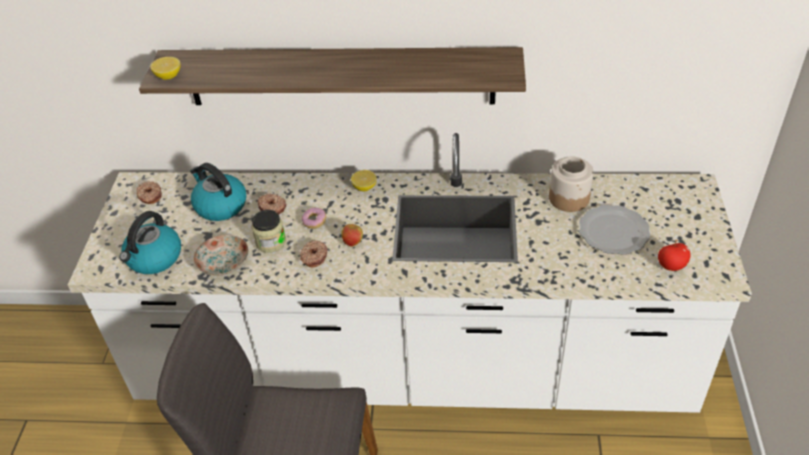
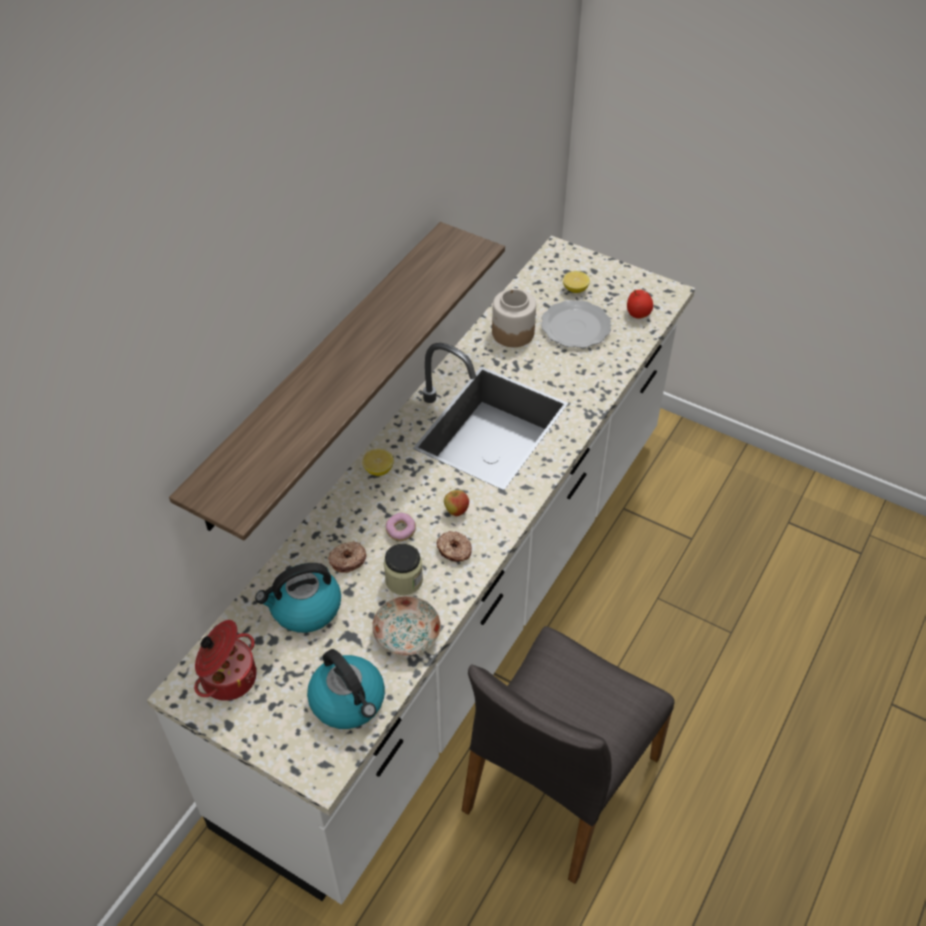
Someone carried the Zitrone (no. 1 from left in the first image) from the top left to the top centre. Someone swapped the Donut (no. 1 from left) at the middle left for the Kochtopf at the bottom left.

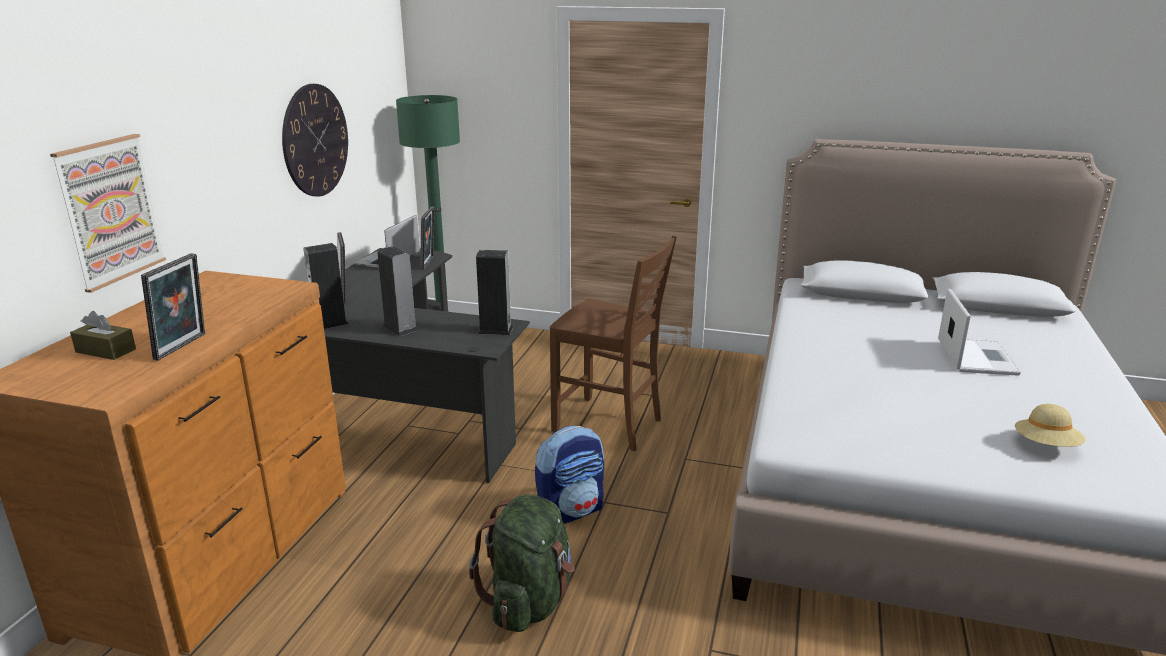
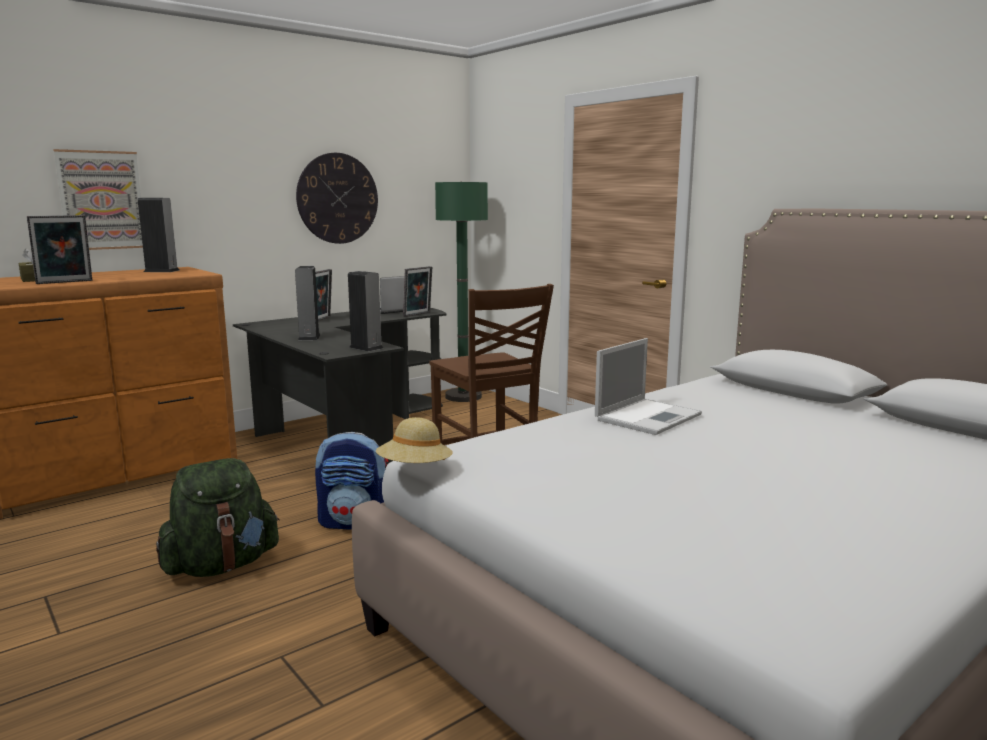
Someone carried the Lautsprecher (no. 1 from left) from the middle left to the top left. Someone carried the Laptop (no. 2 from left) from the middle right to the centre. Someone carried the Hut/beige from the middle right to the centre.

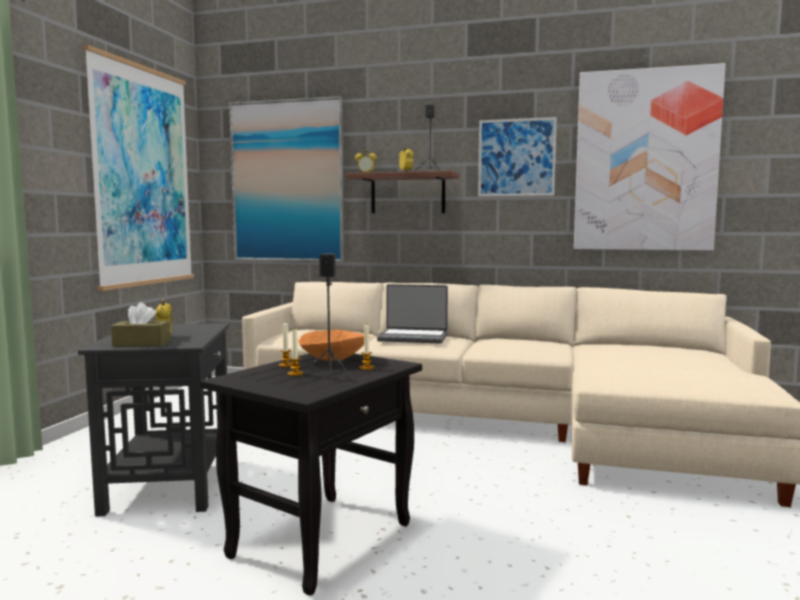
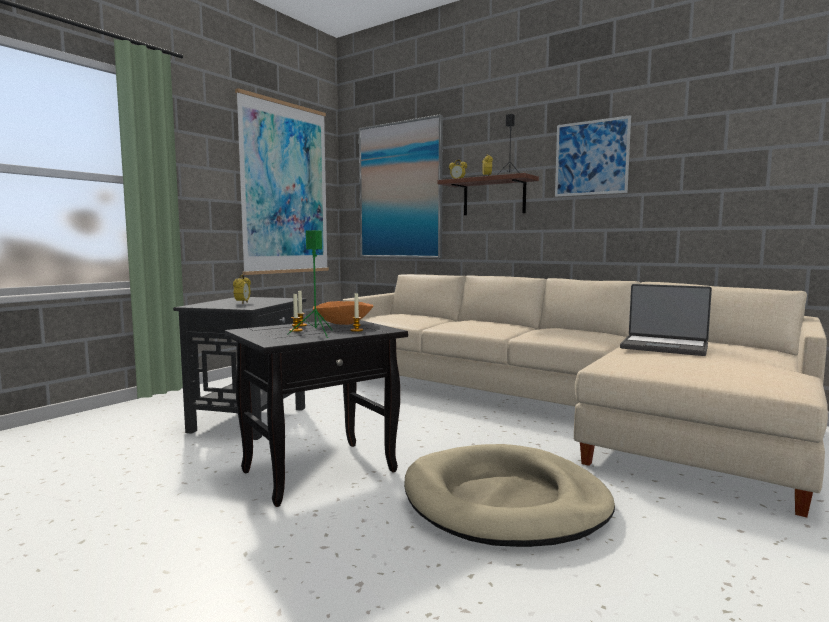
Someone took away the Taschentuchbox/braun at the middle left. Someone took away the Bild (no. 4 from left) at the top right. Someone put down the Hundebett/beige at the bottom centre. Someone carried the Laptop from the centre to the middle right. Someone repainted the Lautsprecher/schwarz (no. 1 from left) at the centre, which became the Lautsprecher/grün at the centre.

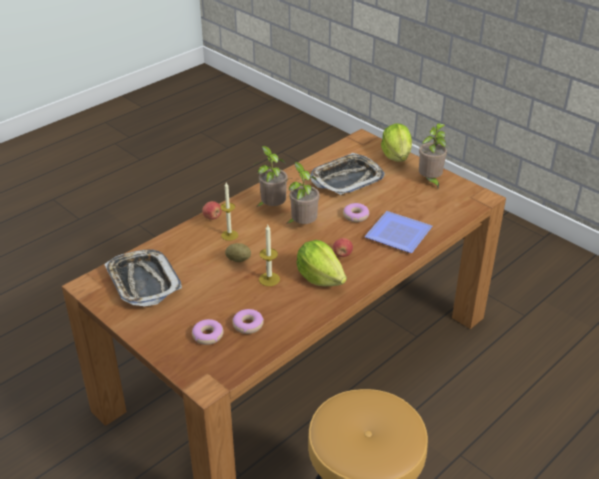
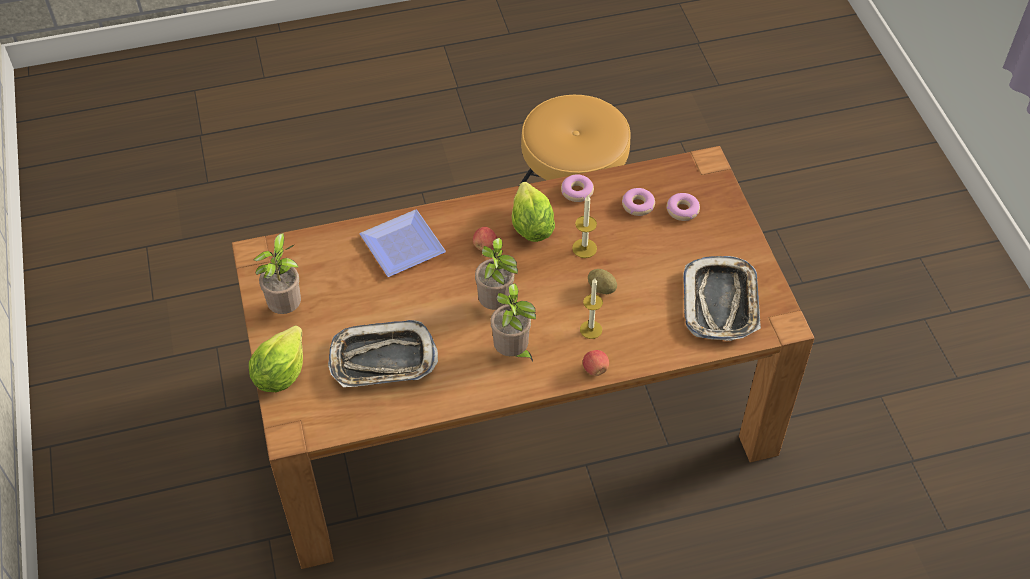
Someone carried the Donut (no. 3 from left in the first image) from the centre to the top centre.

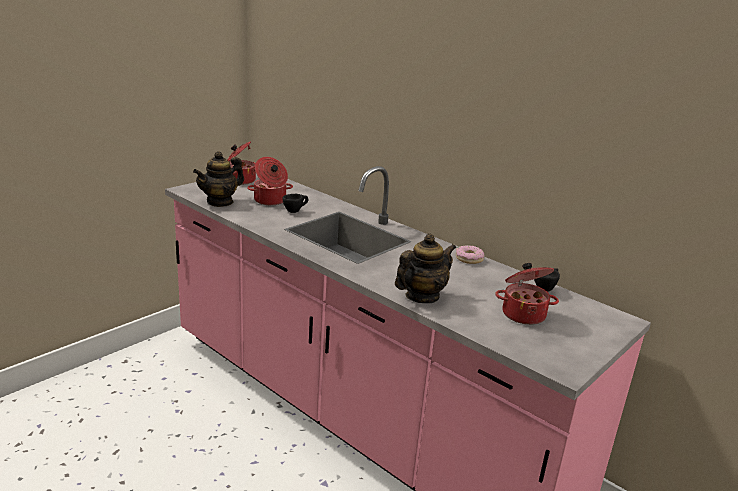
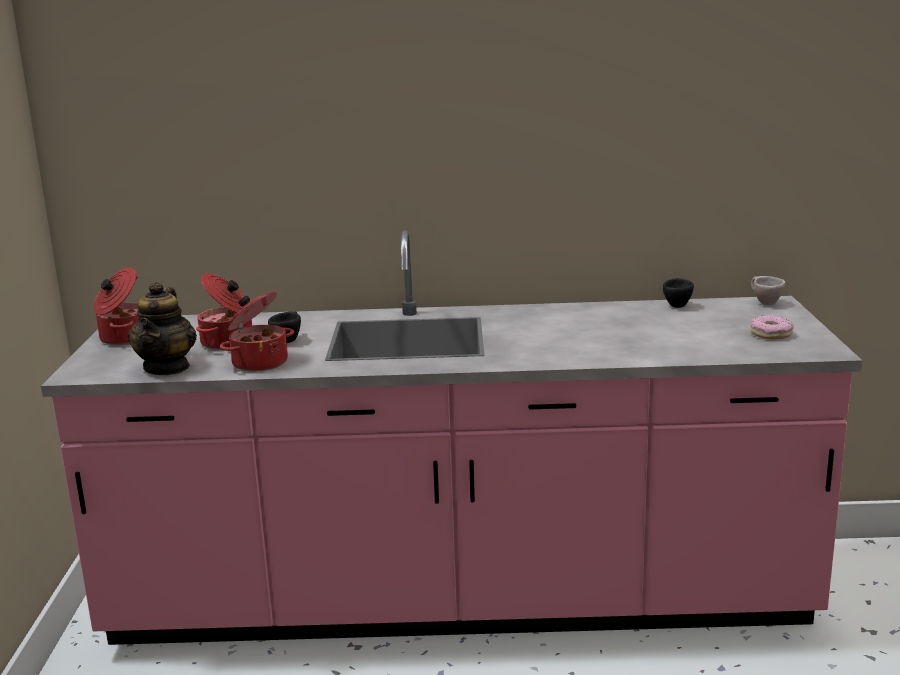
Someone took away the Teekanne (no. 2 from left) at the centre. Someone put down the Tasse/beige at the middle right. Someone carried the Donut from the centre to the middle right. Someone carried the Kochtopf (no. 3 from left) from the middle right to the middle left.

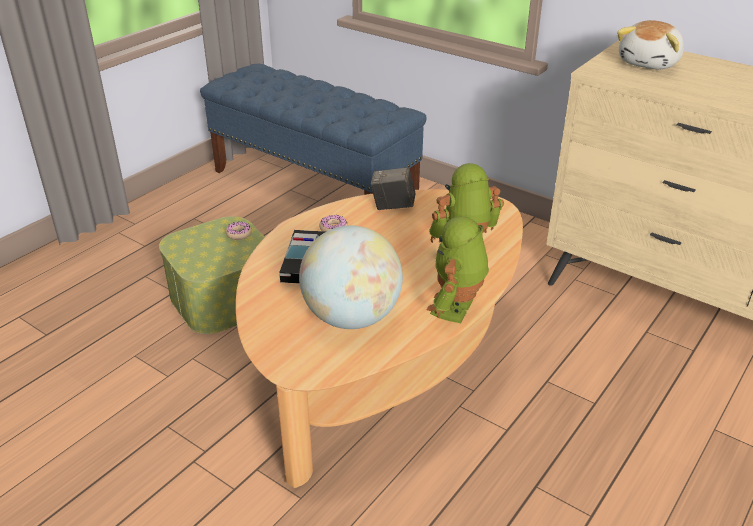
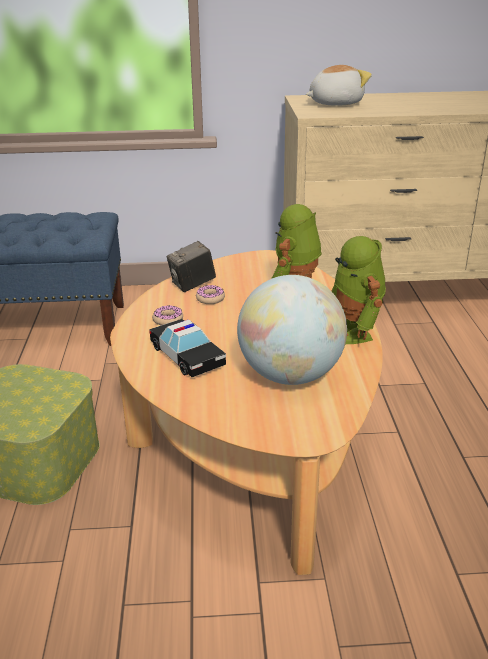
Someone carried the Donut (no. 1 from left in the first image) from the middle left to the centre. Someone rotated the Plüschtier at the top right by 105 degrees counterclockwise.

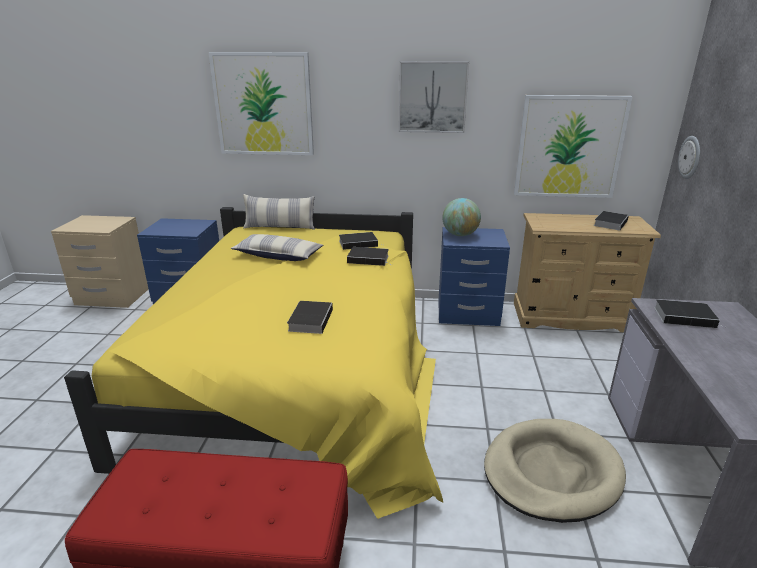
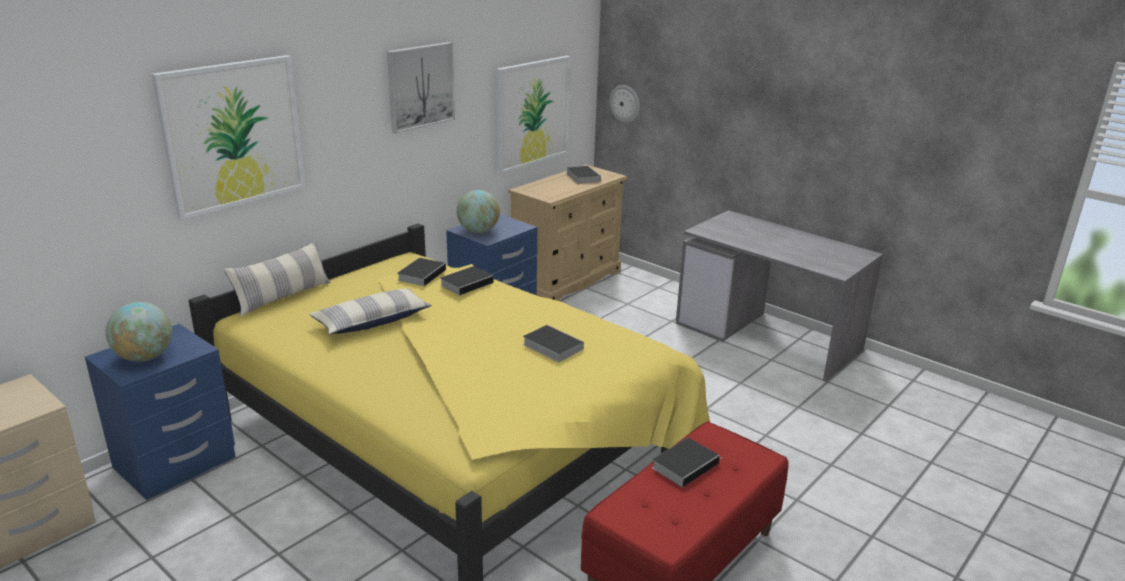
Someone took away the Hundebett/beige at the bottom right. Someone put down the Globus (no. 1 from left) at the middle left. Someone carried the Buch (no. 5 from left) from the middle right to the bottom centre.

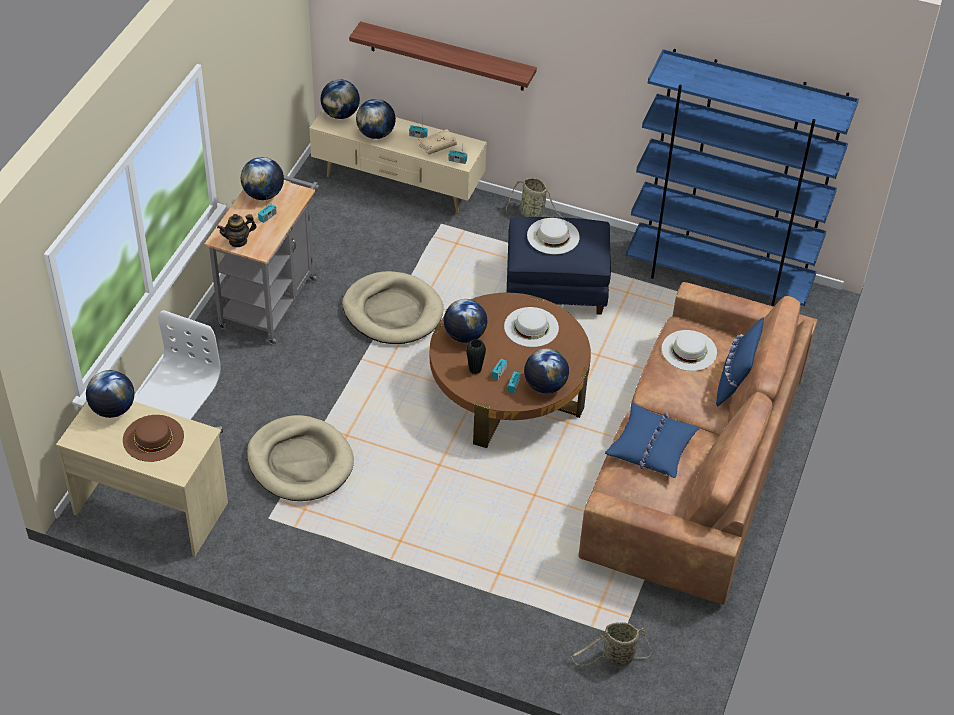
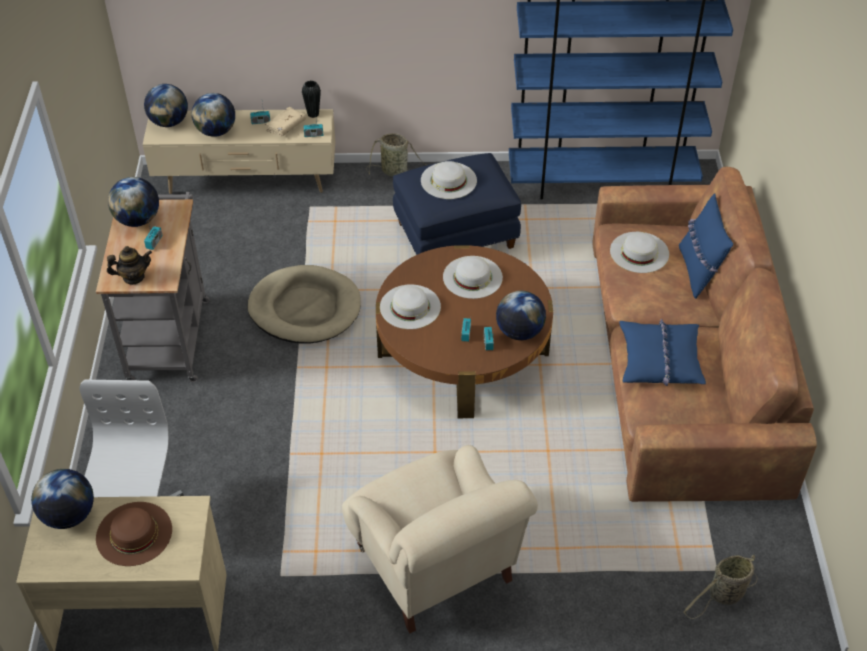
Someone took away the Hundebett/beige (no. 1 from left) at the middle left. Someone took away the Wandregal at the top centre. Someone put down the Sessel/beige at the bottom centre. Someone carried the Vase/schwarz from the centre to the top centre. Someone swapped the Globus (no. 5 from left) at the centre for the Hut/weiß (no. 1 from left) at the centre. Someone rotated the Teekanne at the top left by 150 degrees counterclockwise.

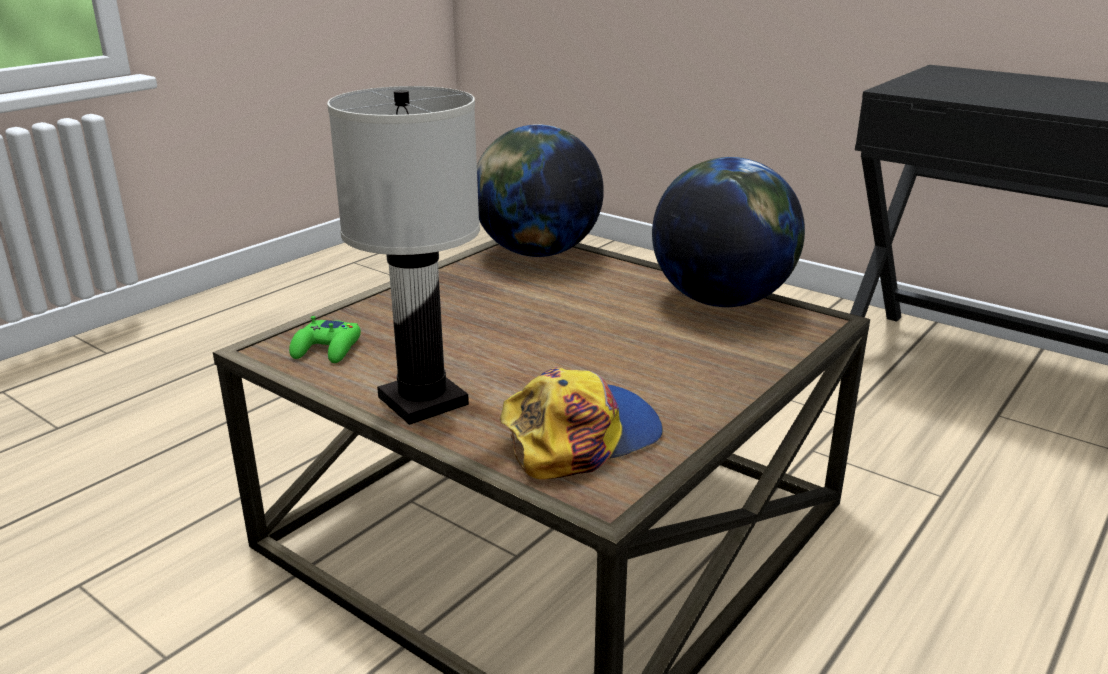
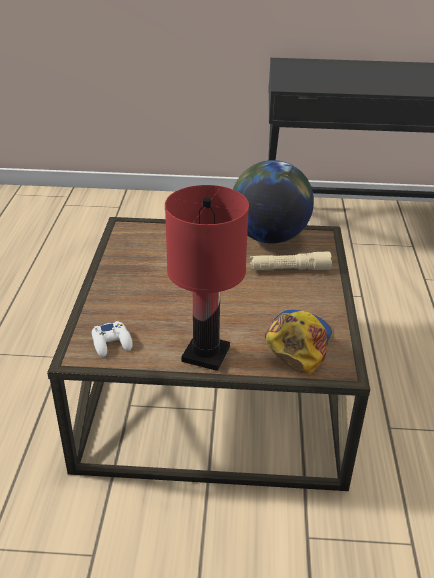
Someone took away the Globus (no. 1 from left) at the top centre. Someone put down the Taschenlampe/beige at the middle right. Someone repainted the Gamepad/grün at the middle left, which became the Gamepad/weiß at the middle left. Someone repainted the Tischlampe/weiß at the centre, which became the Tischlampe/rot at the centre.

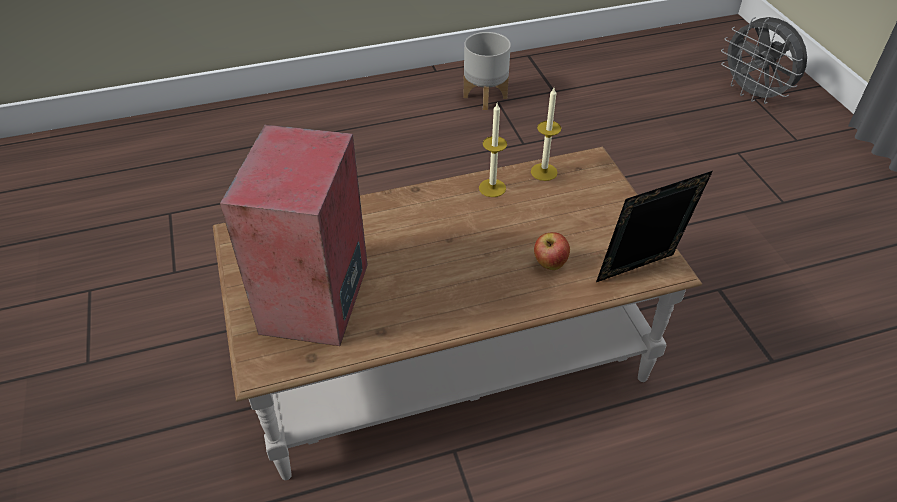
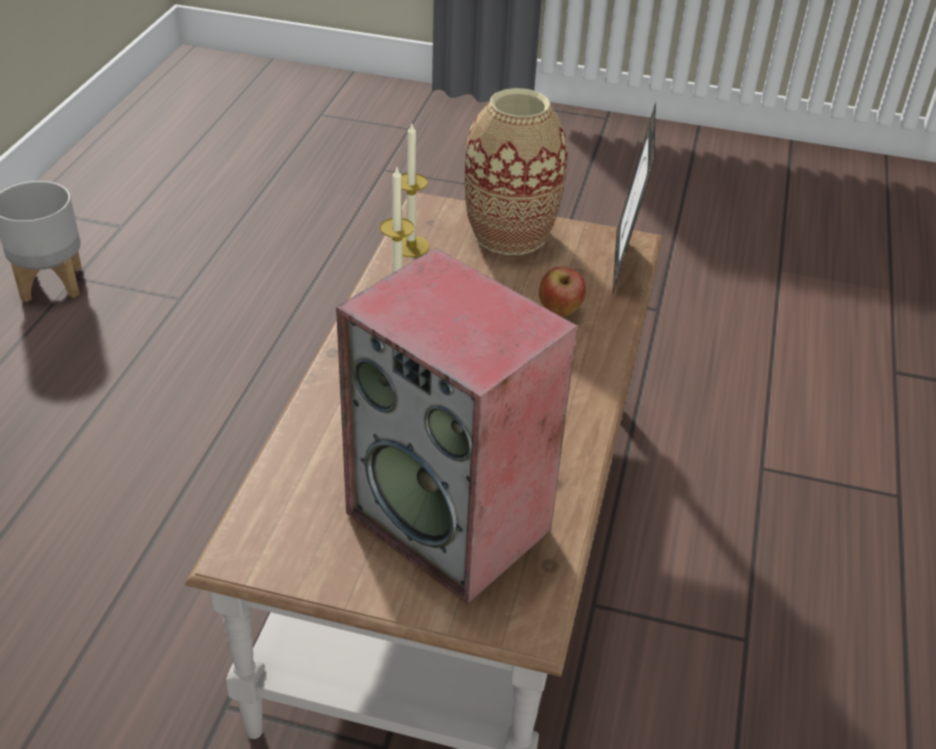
Someone took away the Ventilator/grau at the top right. Someone put down the Vase at the top centre.

